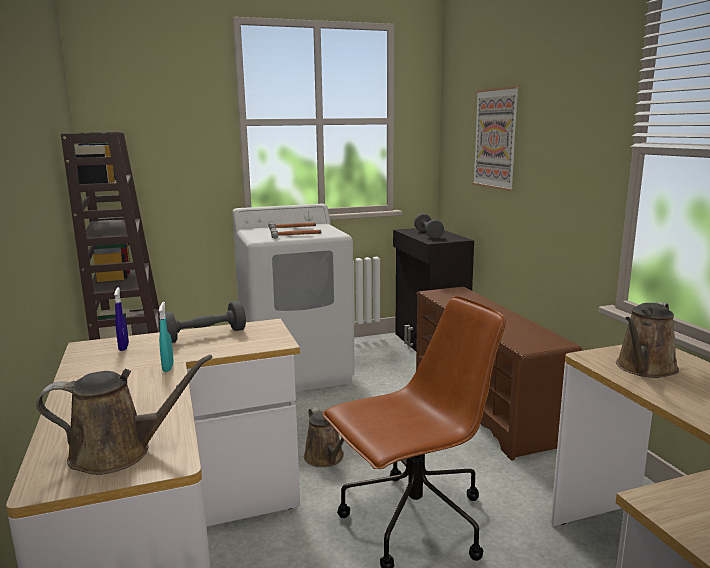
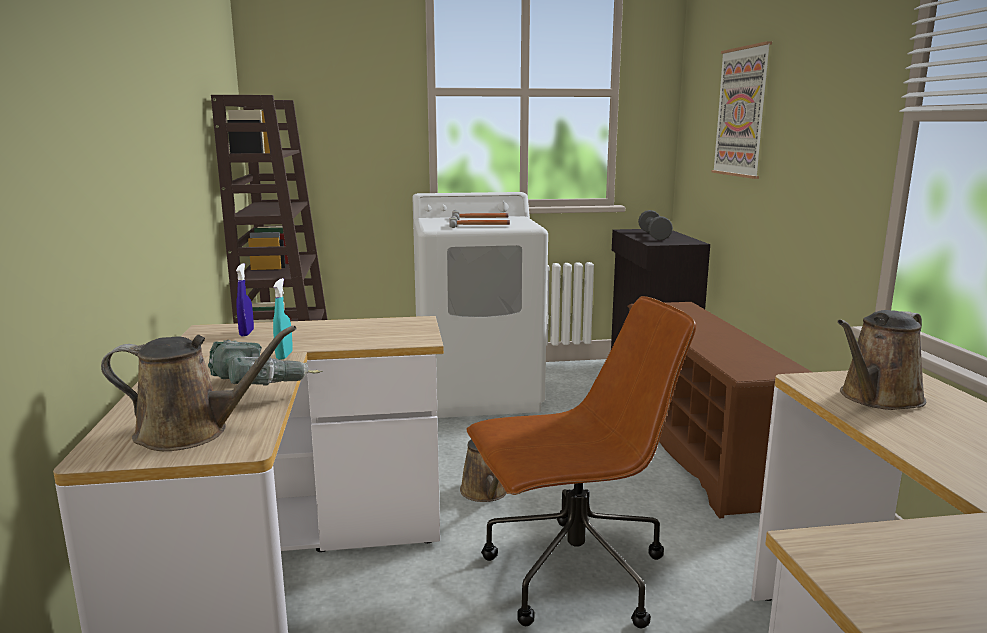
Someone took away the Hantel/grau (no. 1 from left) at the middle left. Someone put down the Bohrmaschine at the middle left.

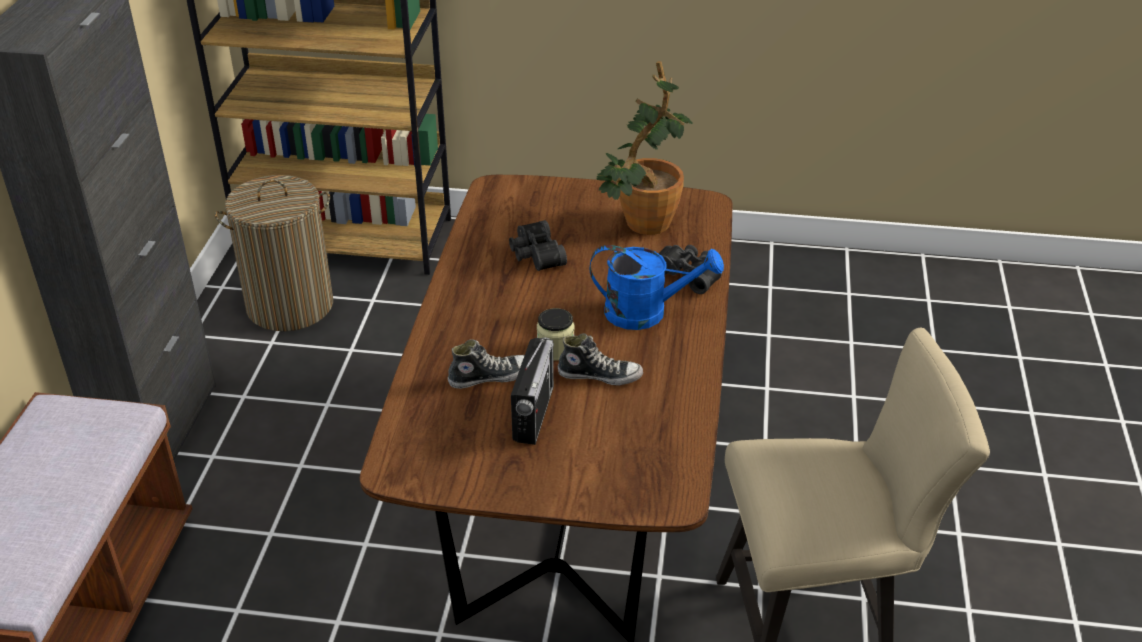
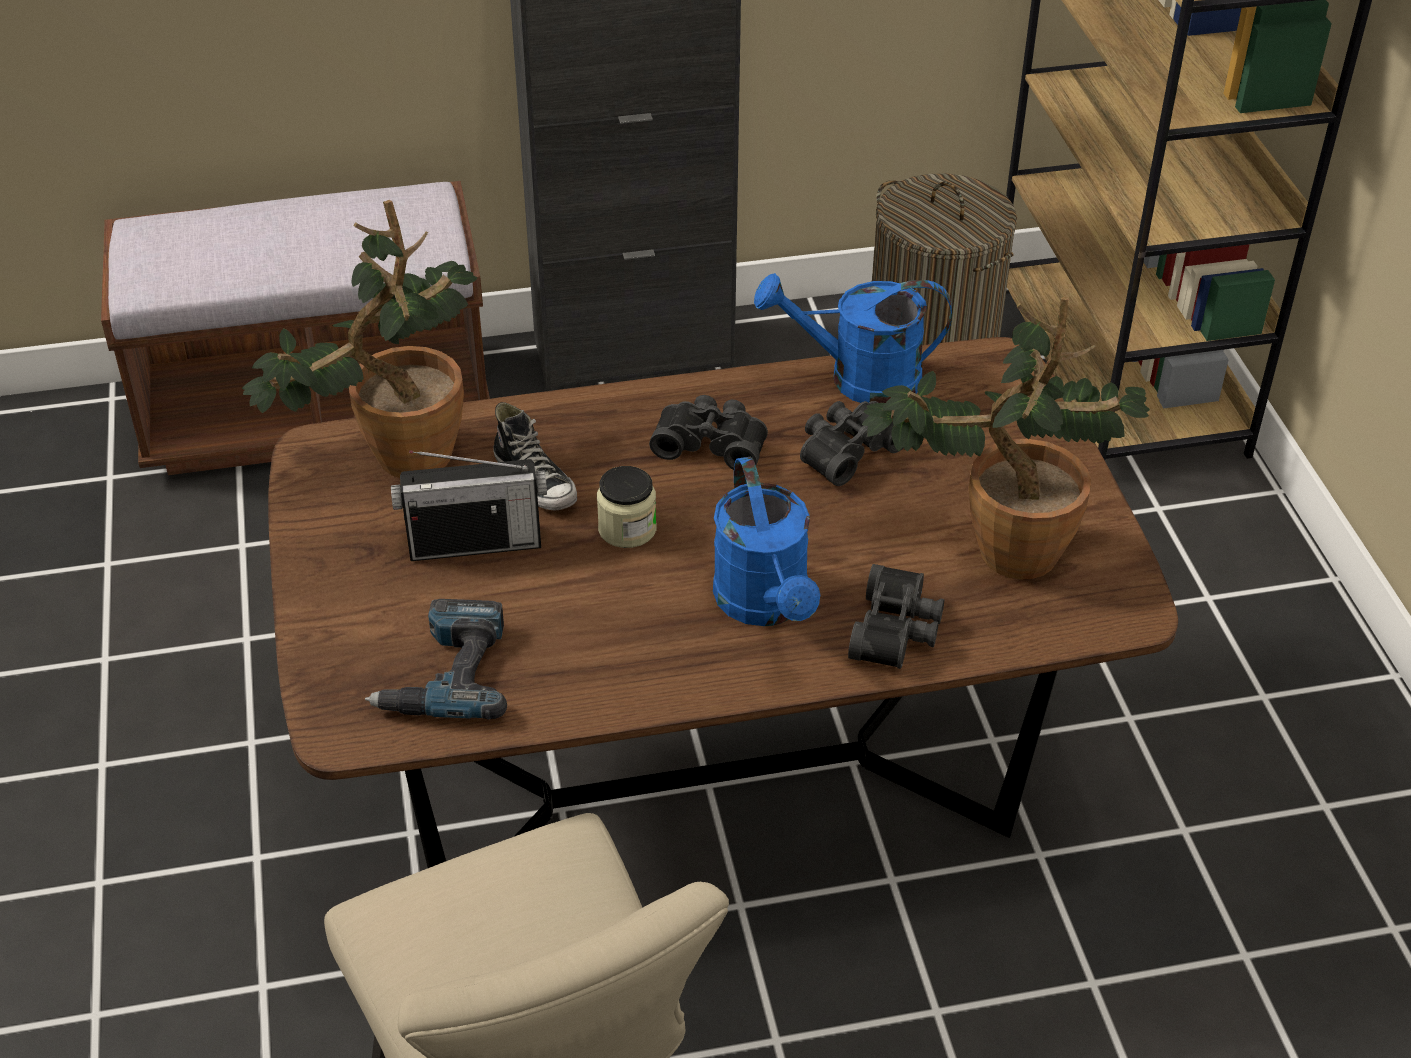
Someone took away the Schuh (no. 2 from left) at the centre. Someone put down the Topfpflanze (no. 1 from left) at the top left. Someone put down the Bohrmaschine at the middle left. Someone put down the Fernglas/schwarz (no. 1 from left) at the centre. Someone put down the Gießkanne/blau (no. 2 from left) at the top centre.

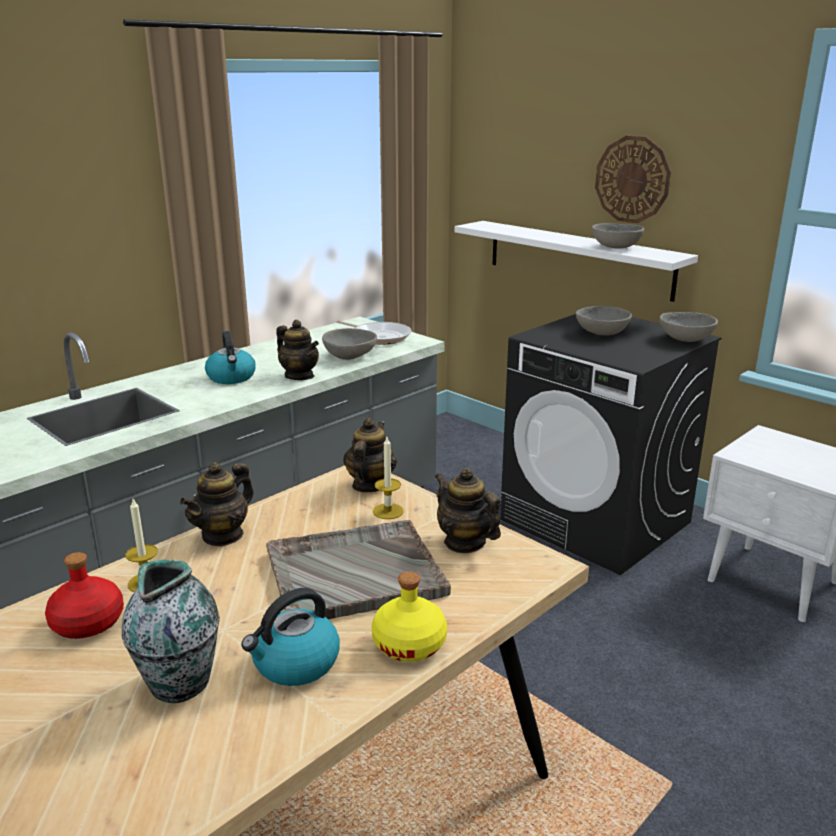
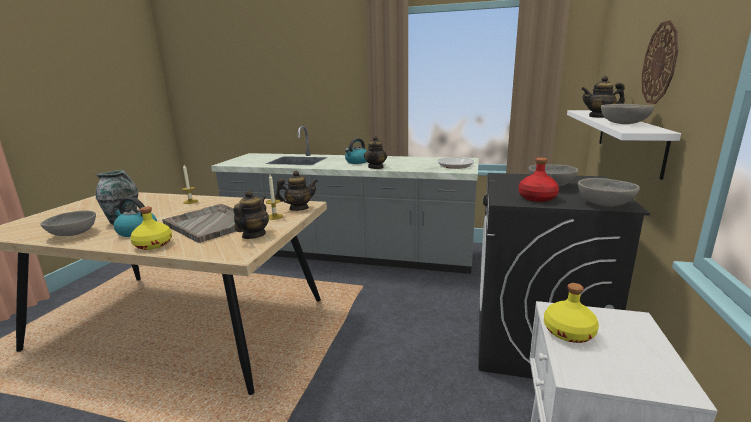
Someone put down the Flasche/gelb (no. 2 from left) at the bottom right. Someone carried the Flasche/rot from the bottom left to the middle right. Someone carried the Teekanne (no. 1 from left in the first image) from the middle left to the top right. Someone carried the Schüssel/grau (no. 1 from left) from the centre to the middle left.

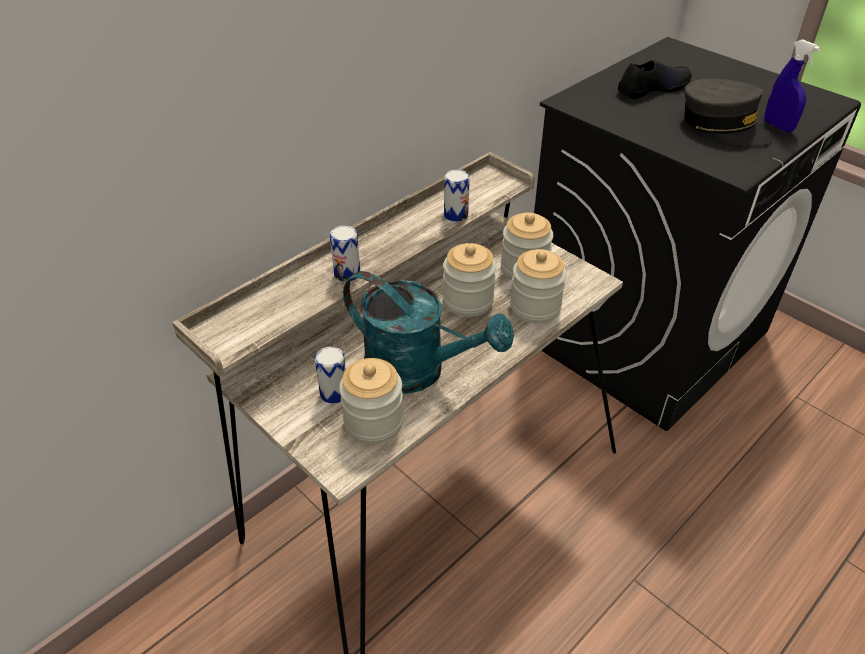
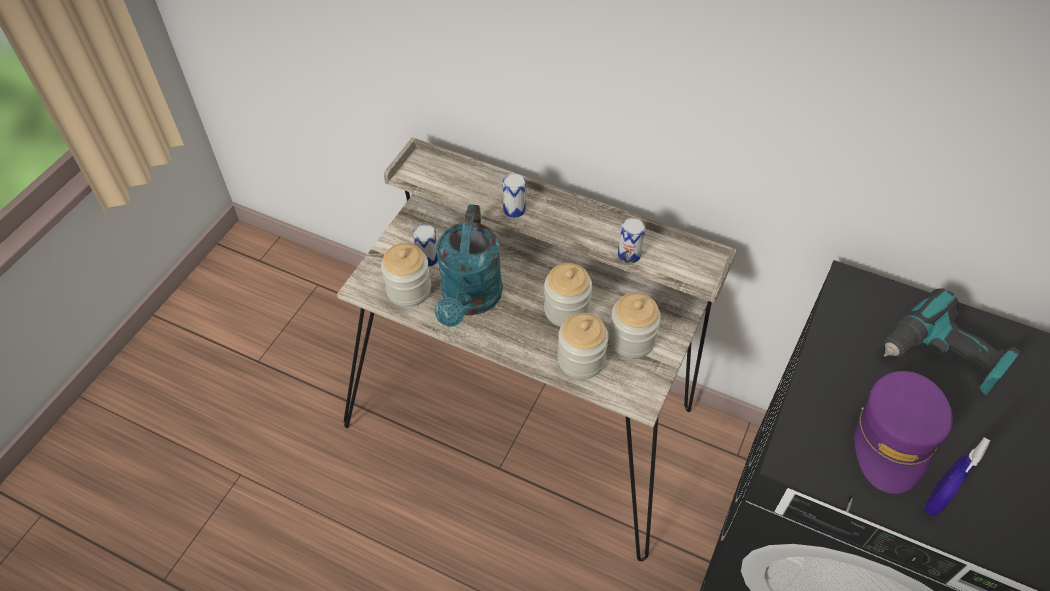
Someone swapped the Schuh/schwarz at the top right for the Bohrmaschine at the middle right. Someone repainted the Kappe/grau at the top right, which became the Kappe/lila at the bottom right.

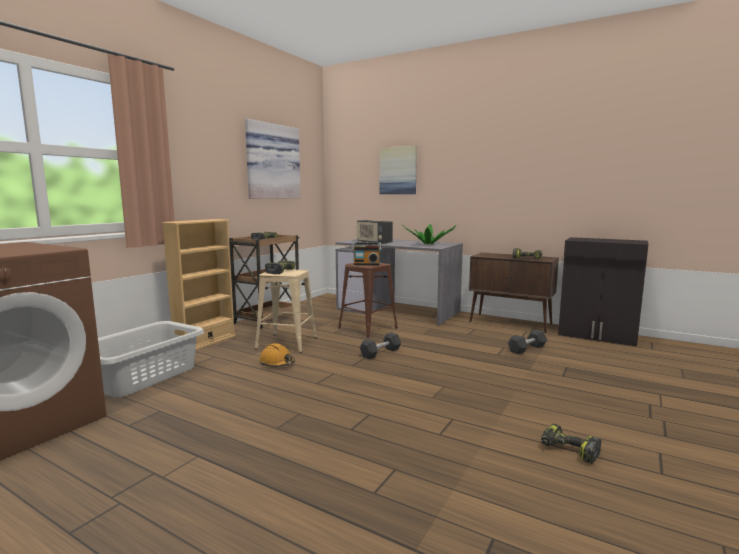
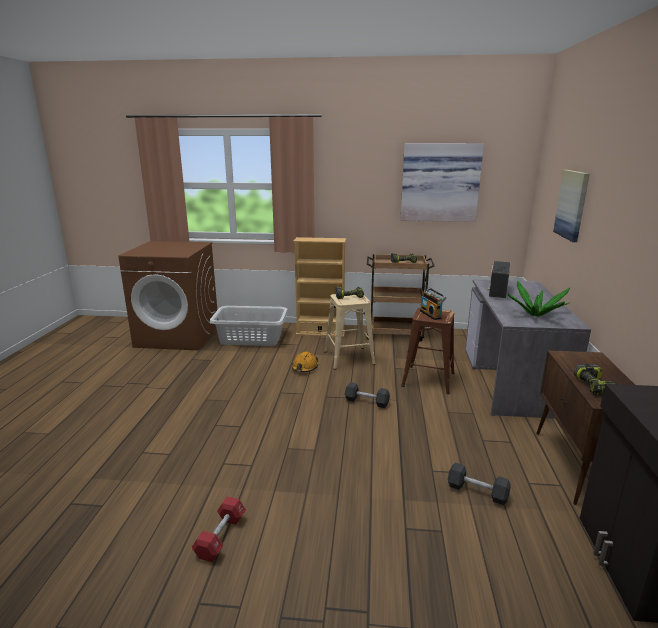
Someone swapped the Bohrmaschine (no. 4 from left) at the bottom right for the Hantel/rot at the bottom left.

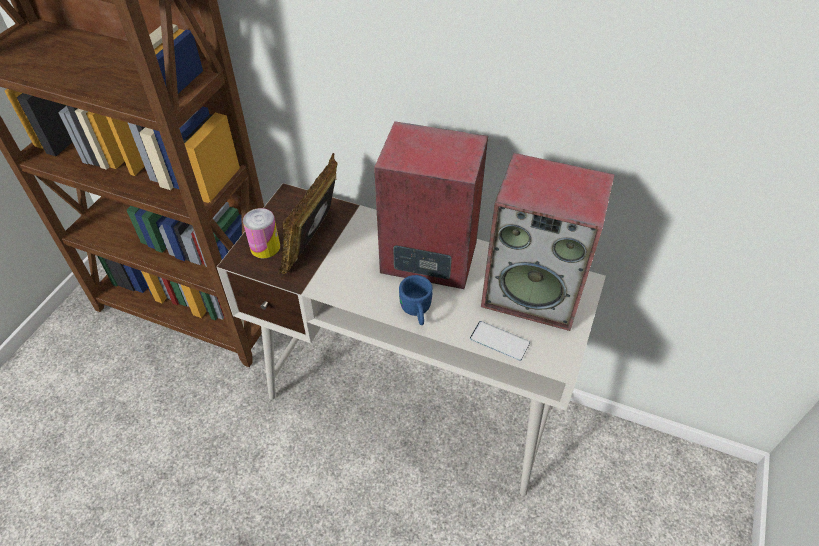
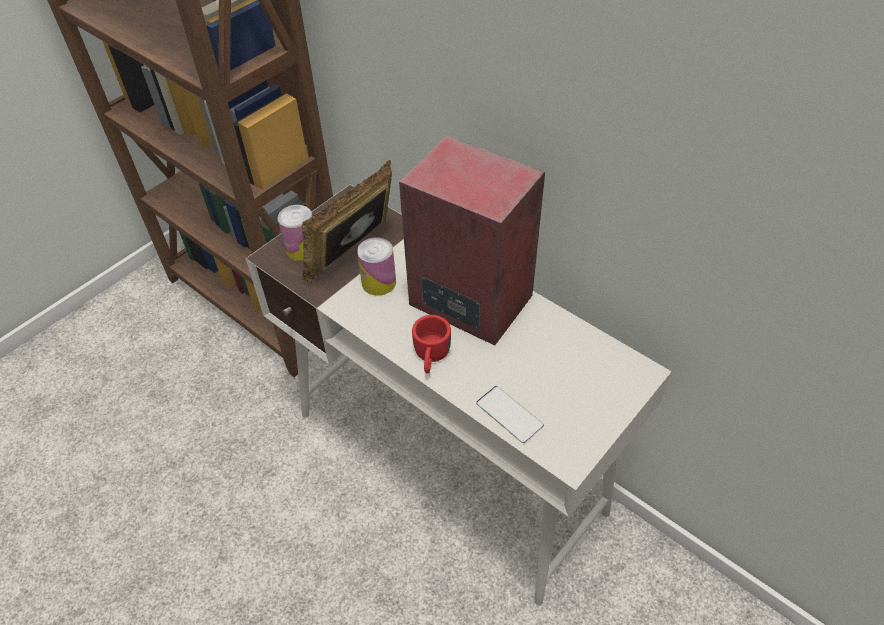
Someone took away the Lautsprecher (no. 2 from left) at the middle right. Someone put down the Dose (no. 2 from left) at the centre. Someone repainted the Henkelbecher/blau at the centre, which became the Henkelbecher/rot at the centre.

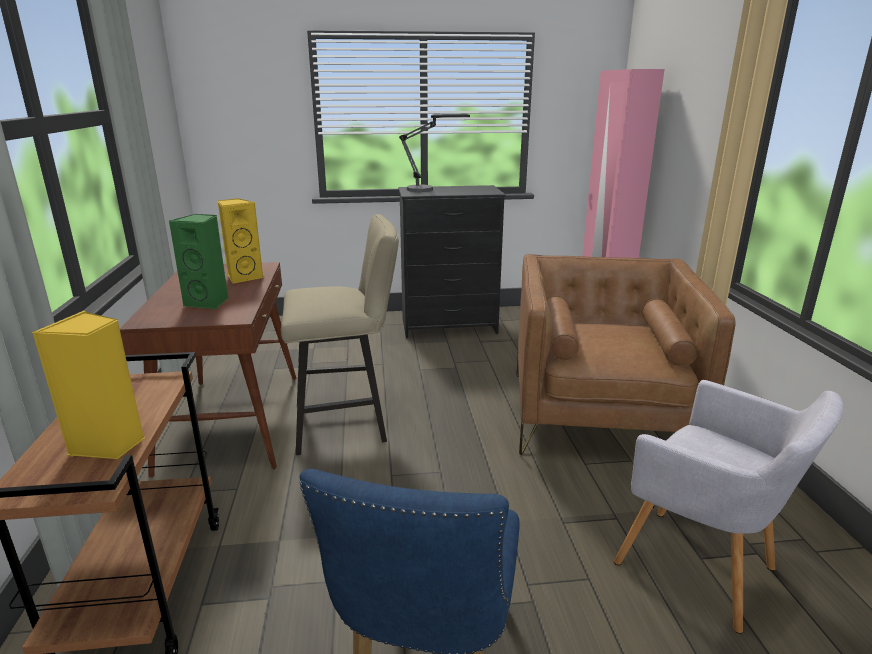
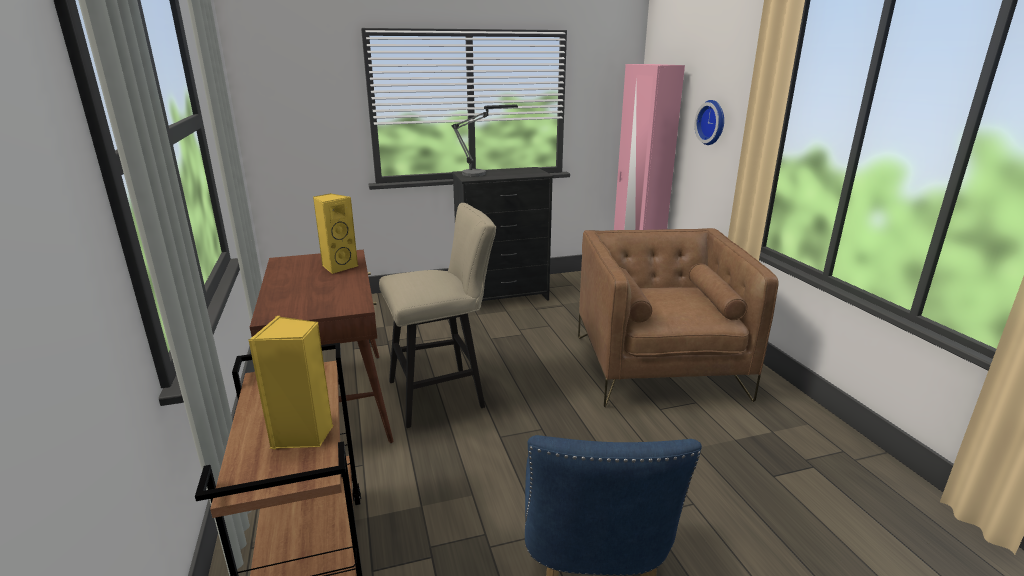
Someone took away the Lautsprecher/grün at the middle left. Someone took away the Sessel/grau at the bottom right. Someone put up the Wanduhr at the top right.

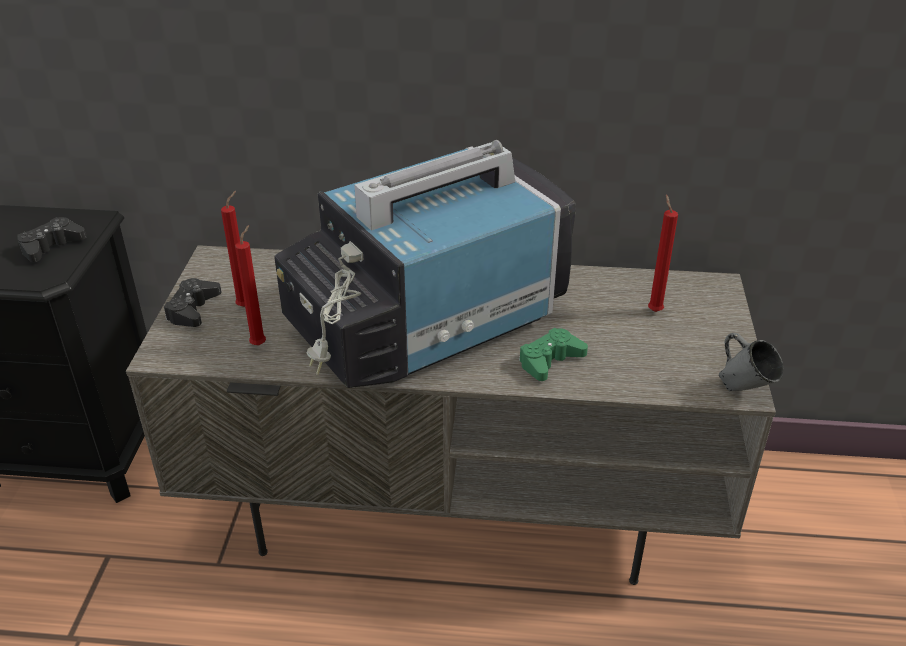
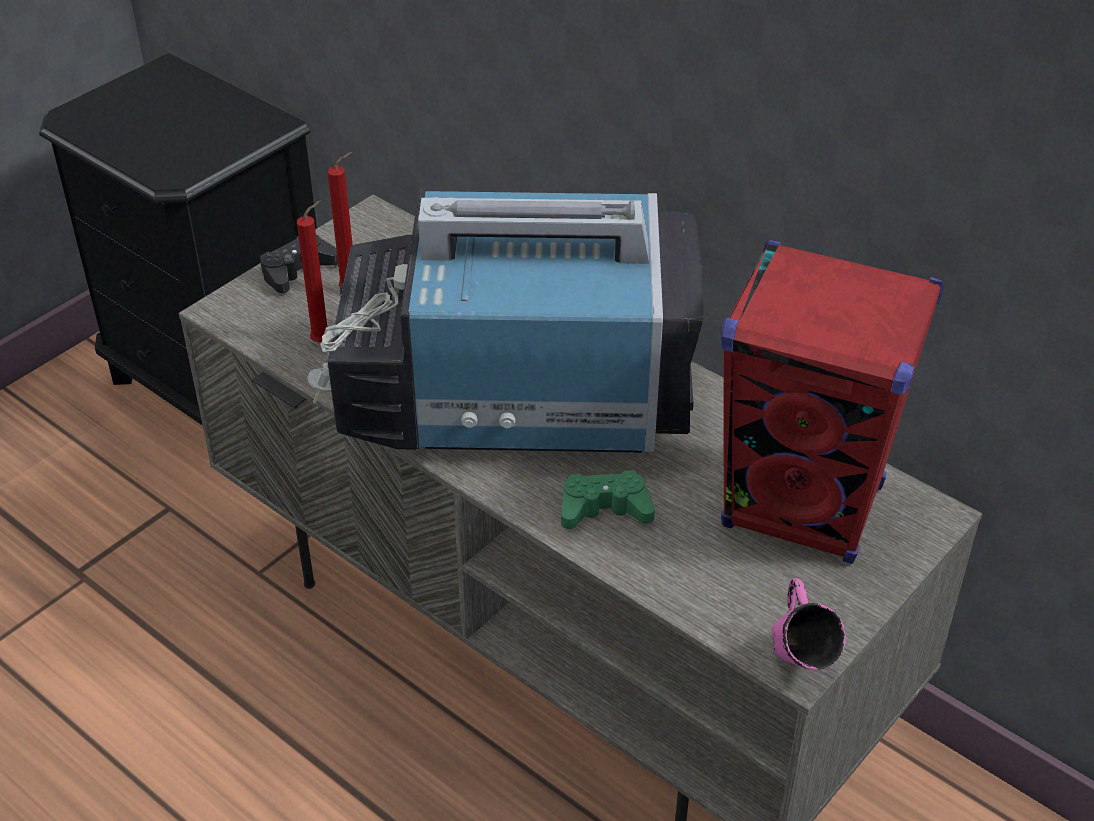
Someone took away the Gamepad/schwarz (no. 1 from left) at the middle left. Someone swapped the Kerze/rot (no. 3 from left) at the middle right for the Lautsprecher/rot at the middle right. Someone repainted the Henkelbecher/grau at the middle right, which became the Henkelbecher/rosa at the bottom right.

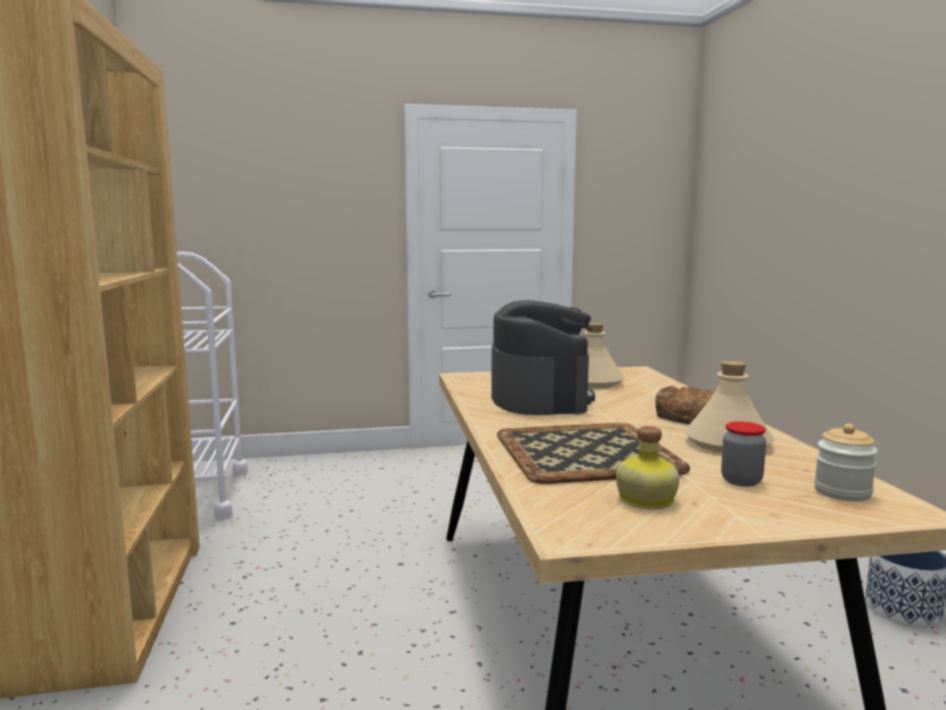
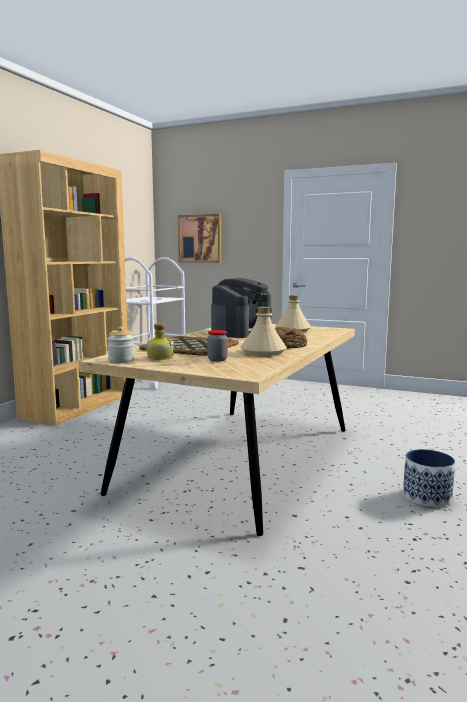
Someone put up the Bild at the centre. Someone carried the Vorratsglas (no. 2 from left in the first image) from the middle right to the middle left.

